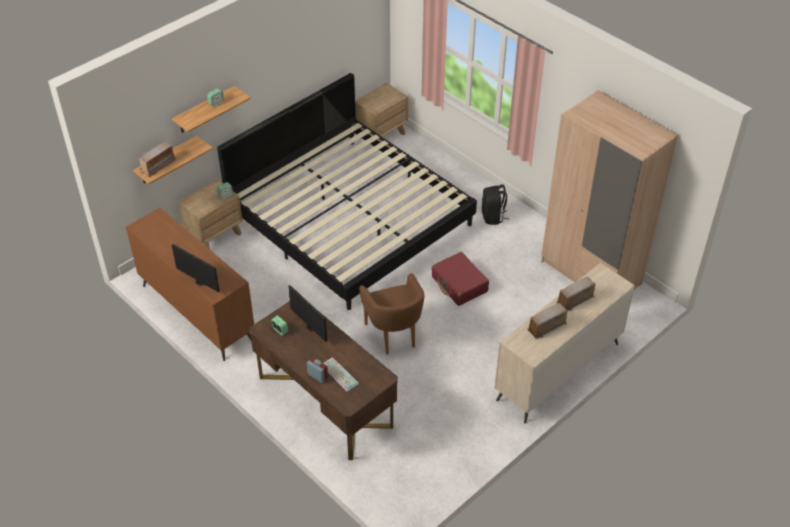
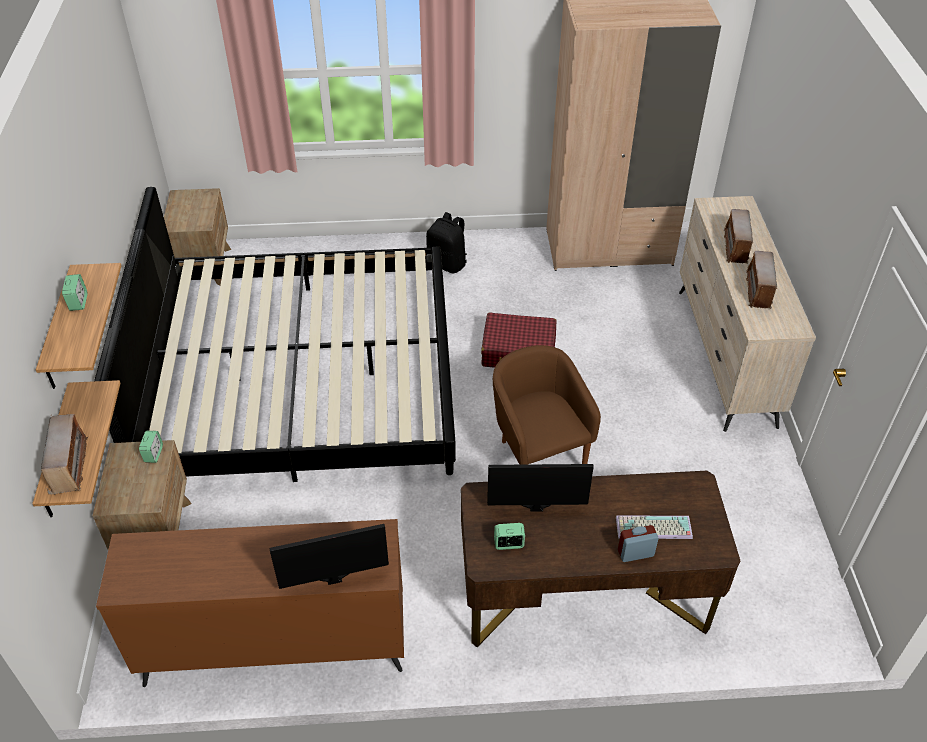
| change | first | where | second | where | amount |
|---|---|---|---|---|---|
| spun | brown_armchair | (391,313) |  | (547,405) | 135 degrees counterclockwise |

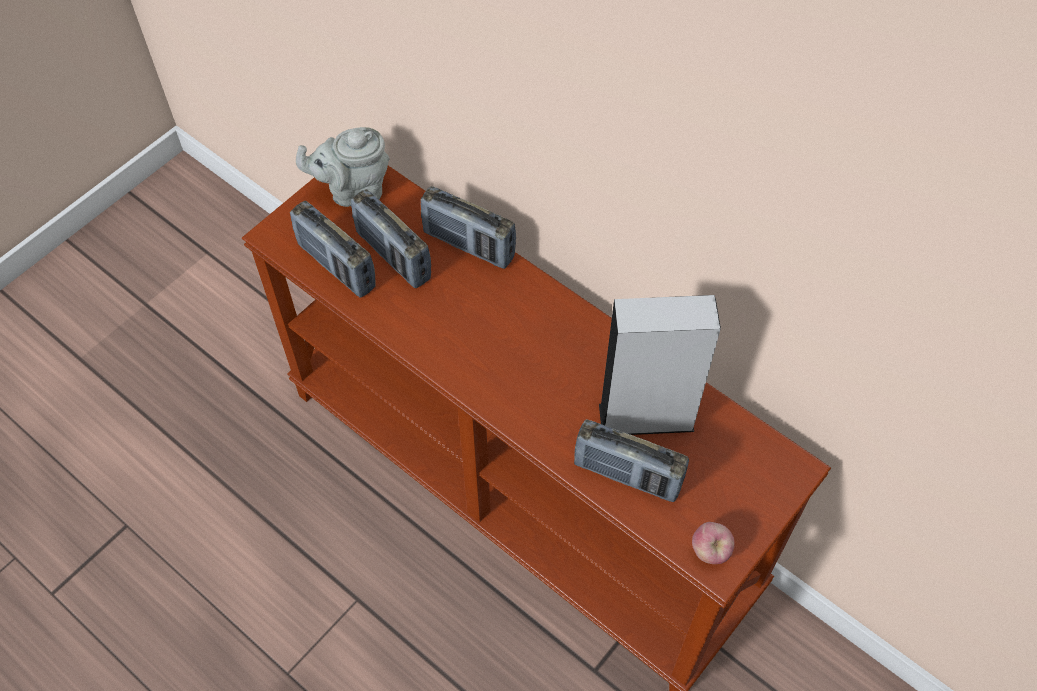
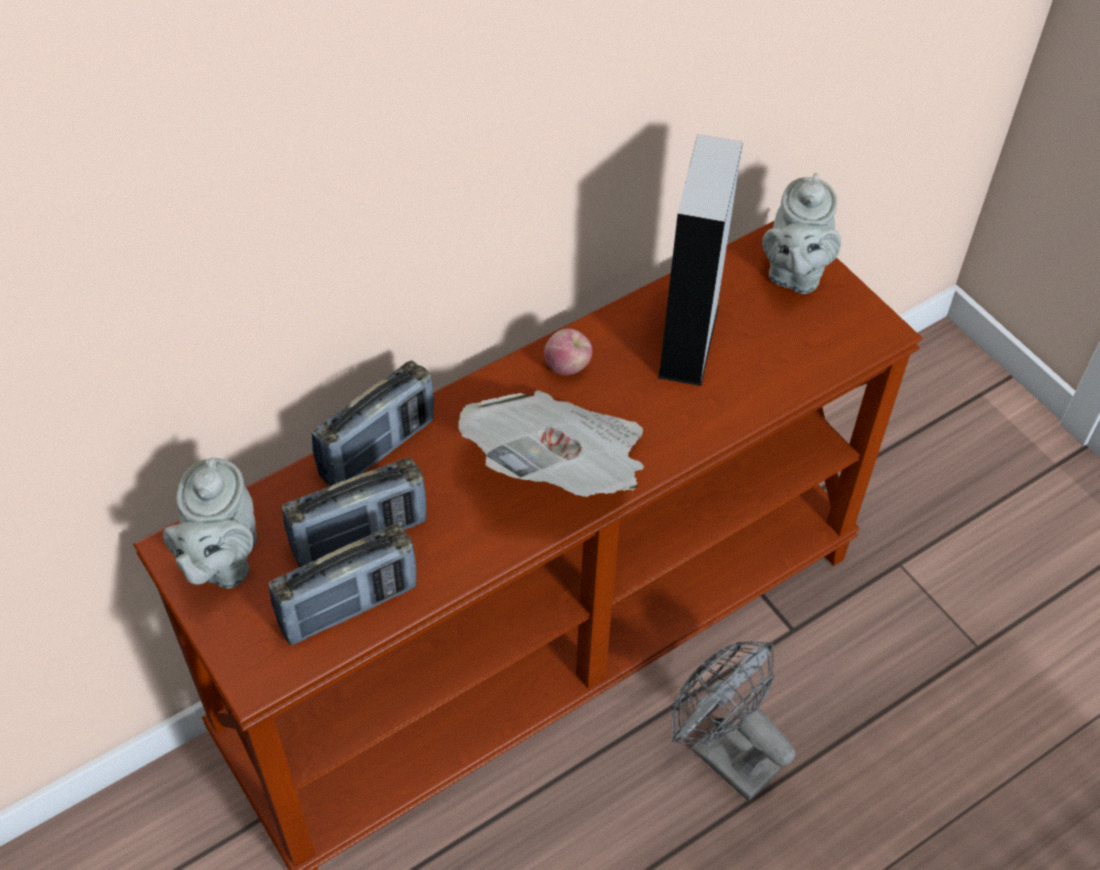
| change | first | where | second | where | amount |
|---|---|---|---|---|---|
| appeared |  |  | newspaper | (551,443) |  |
| relocated | apple | (713,543) |  | (568,351) |  |
| appeared |  |  | grey_fan | (733,721) |  |
| appeared |  |  | grey_teapot | (801,233) |  |
| missing | radio | (631,460) |  |  |  |

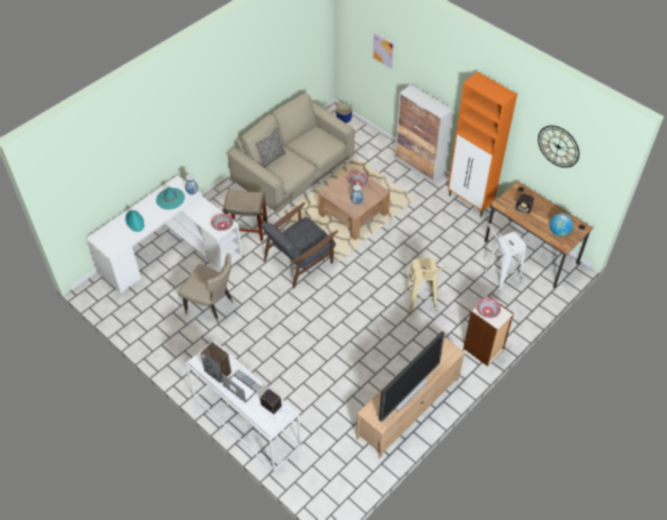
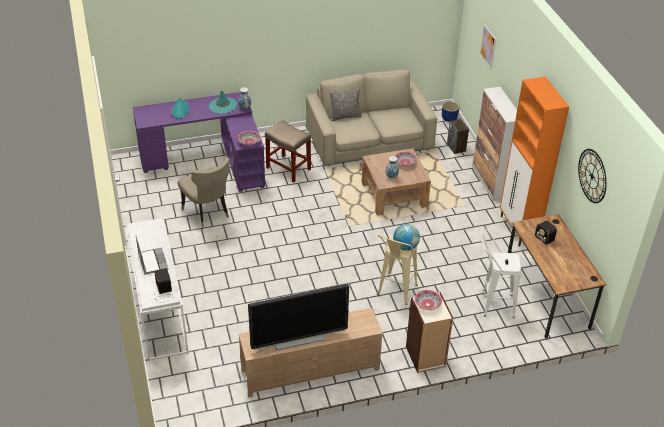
| change | first | where | second | where | amount |
|---|---|---|---|---|---|
| colour | white_desk | (164,234) | purple_desk | (199,142) |  |
| relocated | globe | (562,225) |  | (406,237) |  |
| relocated | speaker | (216,362) |  | (458,136) |  |
| missing | grey_armchair | (299,245) |  |  |  |

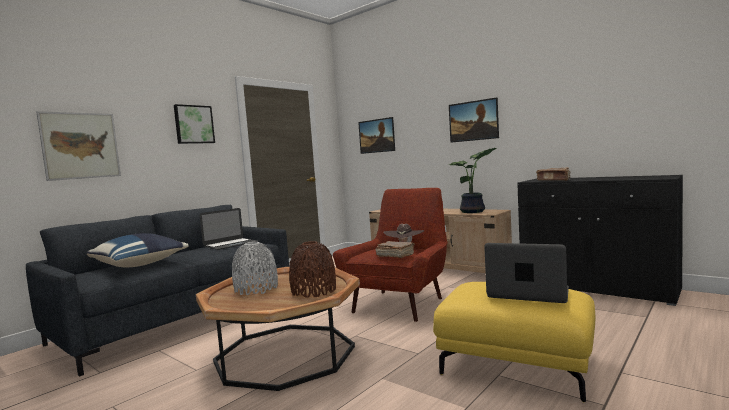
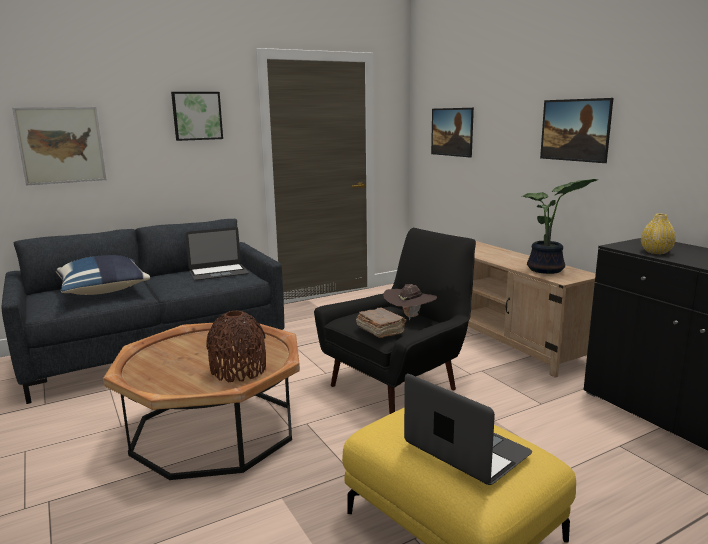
| change | first | where | second | where | amount |
|---|---|---|---|---|---|
| colour | red_armchair | (390,255) | black_armchair | (395,321) |  |
| exchanged | brown_book | (553,174) | yellow_vase | (658,234) |  |
| missing | grey_vase | (255,269) |  |  |  |

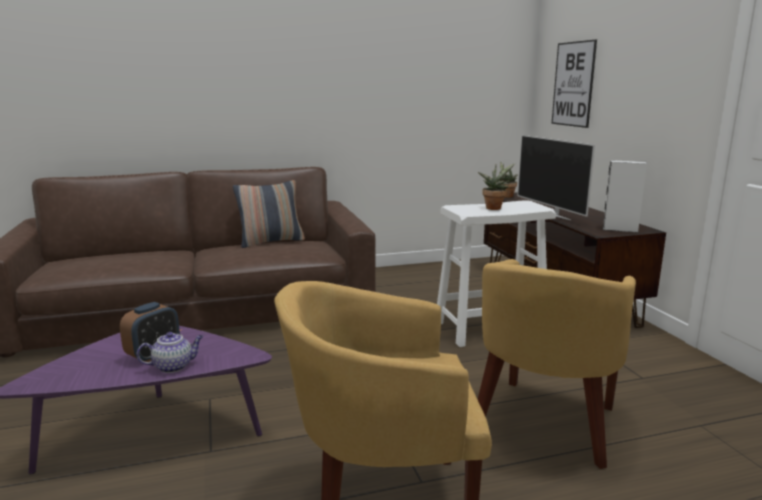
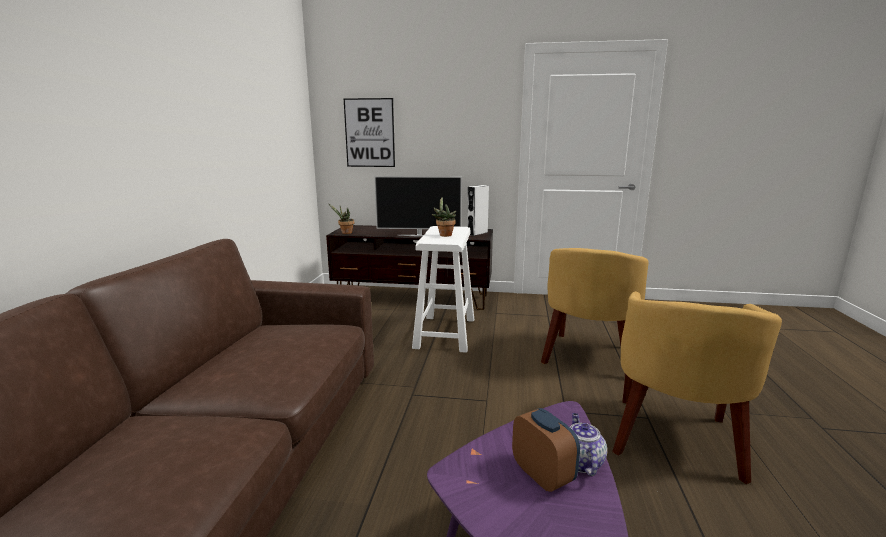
| change | first | where | second | where | amount |
|---|---|---|---|---|---|
| spun | yellow_armchair | (556,364) |  | (595,306) | 60 degrees clockwise |
| missing | pillow | (269,214) |  |  |  |

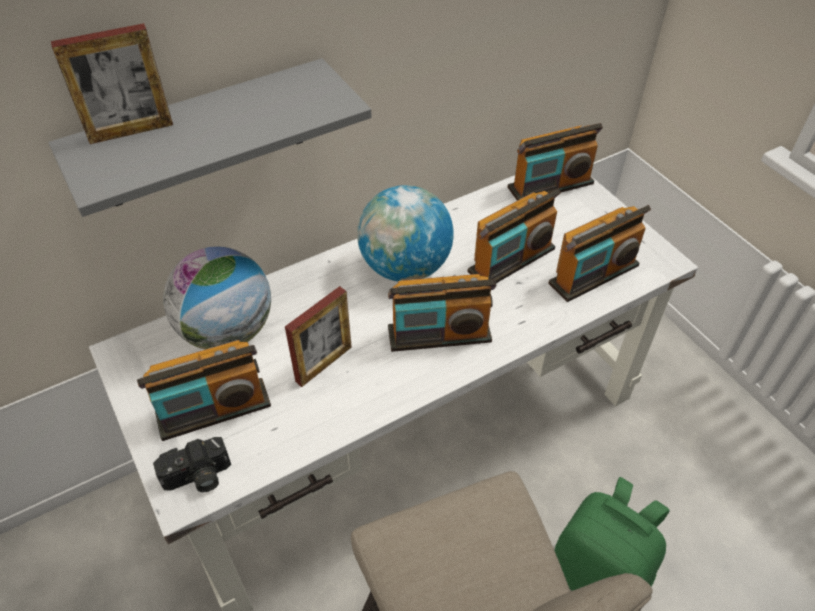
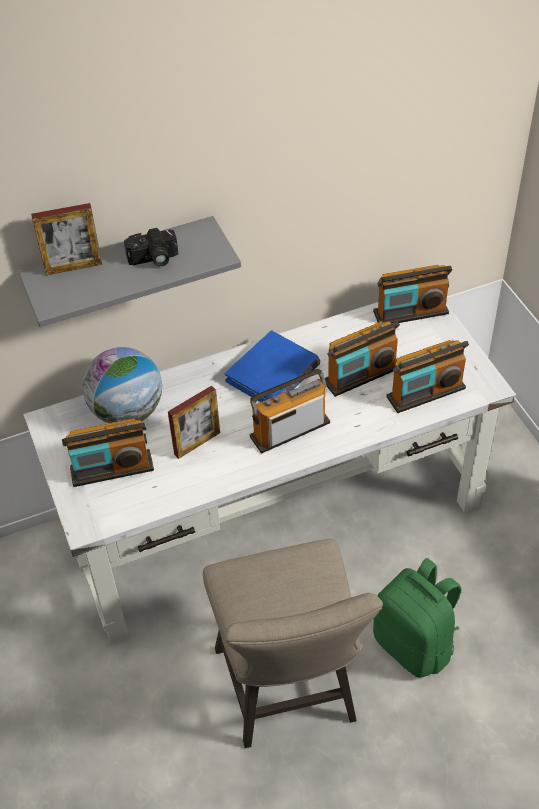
| change | first | where | second | where | amount |
|---|---|---|---|---|---|
| relocated | photo_camera | (192,464) |  | (151,247) |  |
| exchanged | globe | (405,233) | blue_book | (272,366) |  |
| spun | radio | (442,313) |  | (290,411) | 150 degrees clockwise |

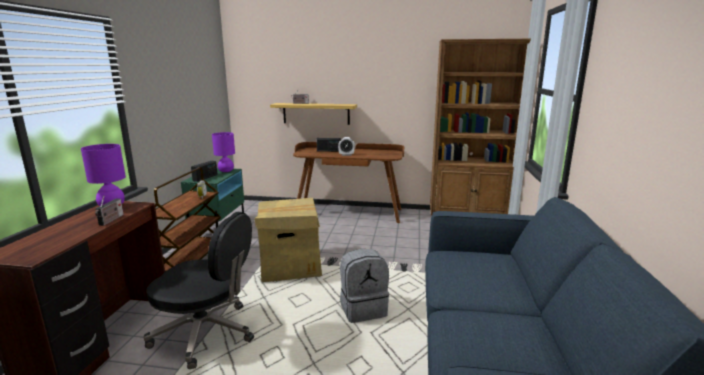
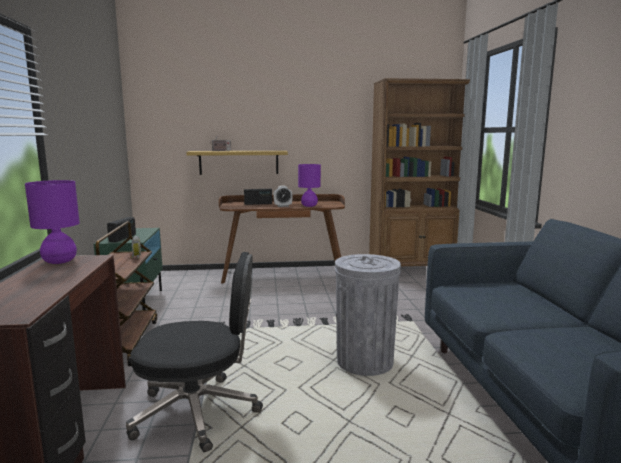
| change | first | where | second | where | amount |
|---|---|---|---|---|---|
| relocated | purple_table_lamp | (223,152) |  | (309,185) |  |
| exchanged | grey_backpack | (364,286) | grey_trash_can | (368,315) |  |
| missing | radio | (109,210) |  |  |  |
| missing | cardboard_box | (288,240) |  |  |  |

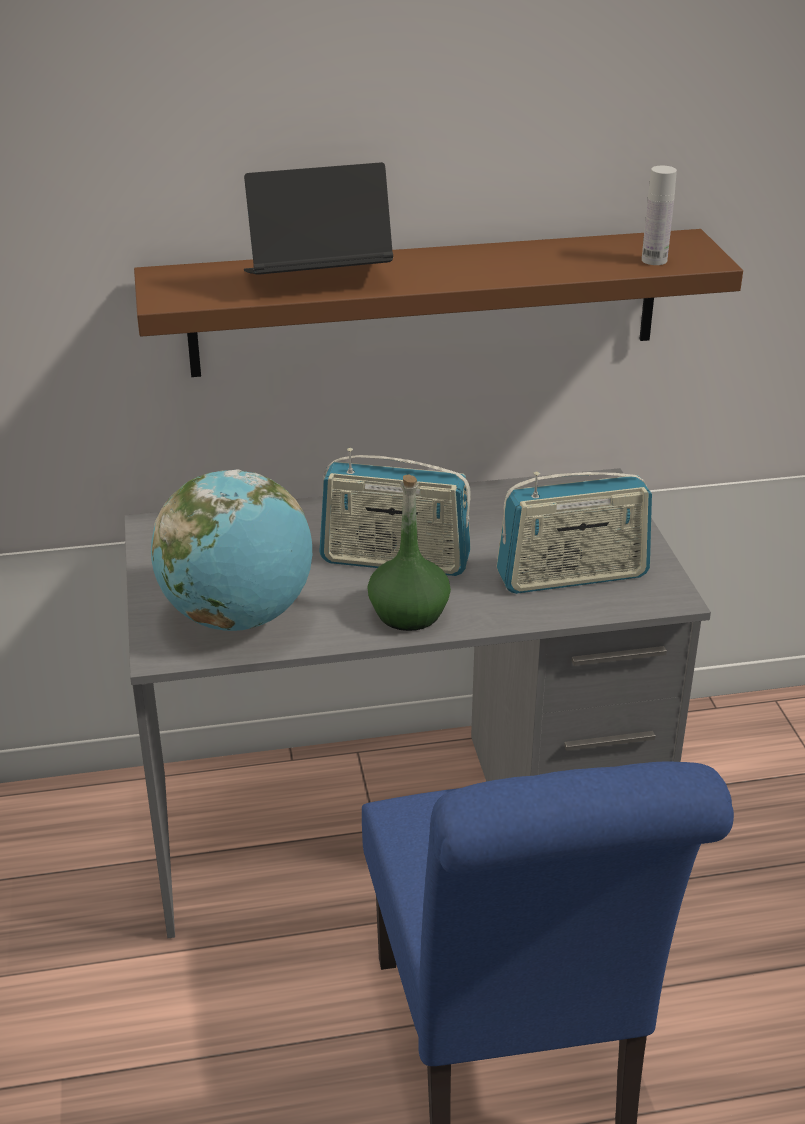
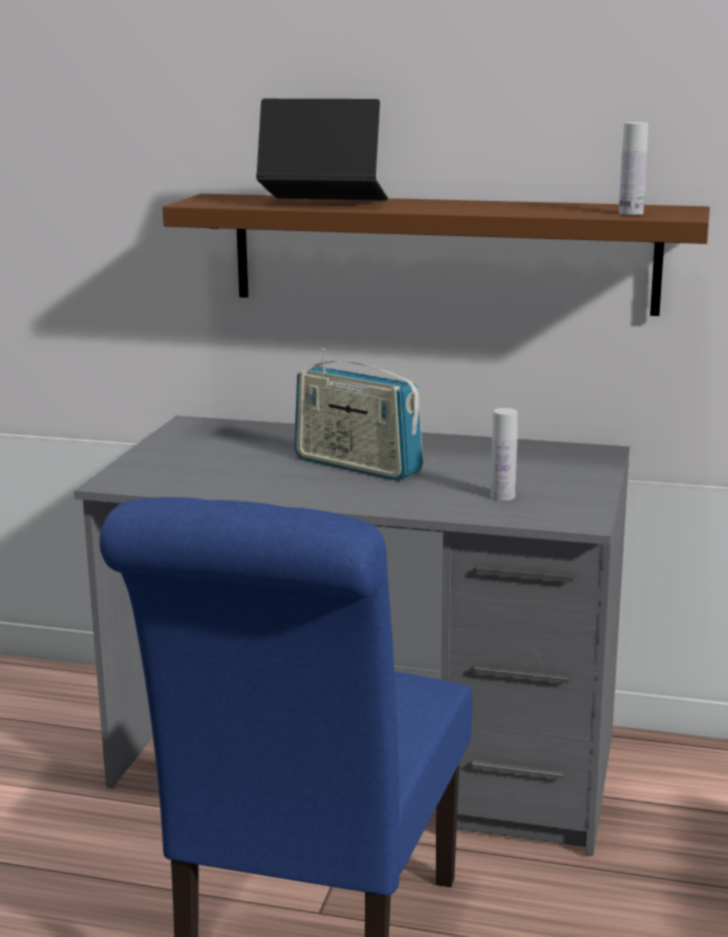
| change | first | where | second | where | amount |
|---|---|---|---|---|---|
| exchanged | radio | (574,533) | white_bottle | (504,454) |  |
| missing | globe | (231,550) |  |  |  |
| missing | green_bottle | (409,552) |  |  |  |

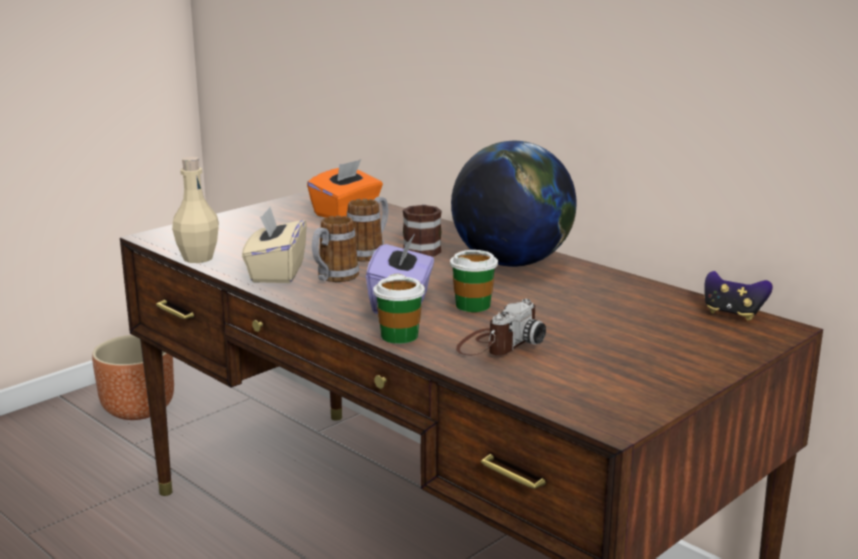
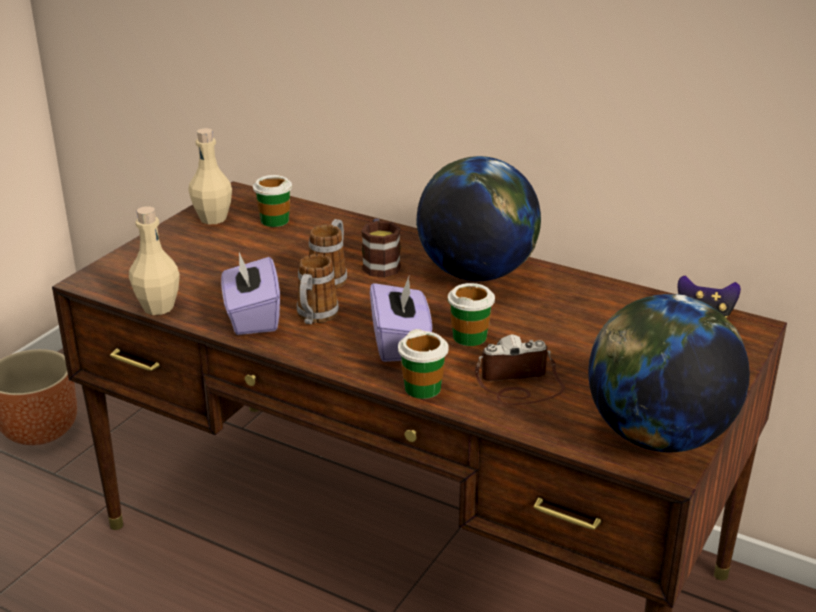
| change | first | where | second | where | amount |
|---|---|---|---|---|---|
| appeared |  |  | beige_bottle | (210,176) |  |
| colour | beige_tissue_box | (274,245) | purple_tissue_box | (250,293) |  |
| exchanged | orange_tissue_box | (345,188) | cup | (272,201) |  |
| spun | photo_camera | (501,327) |  | (520,369) | 120 degrees counterclockwise |
| appeared |  |  | globe | (669,373) |  |

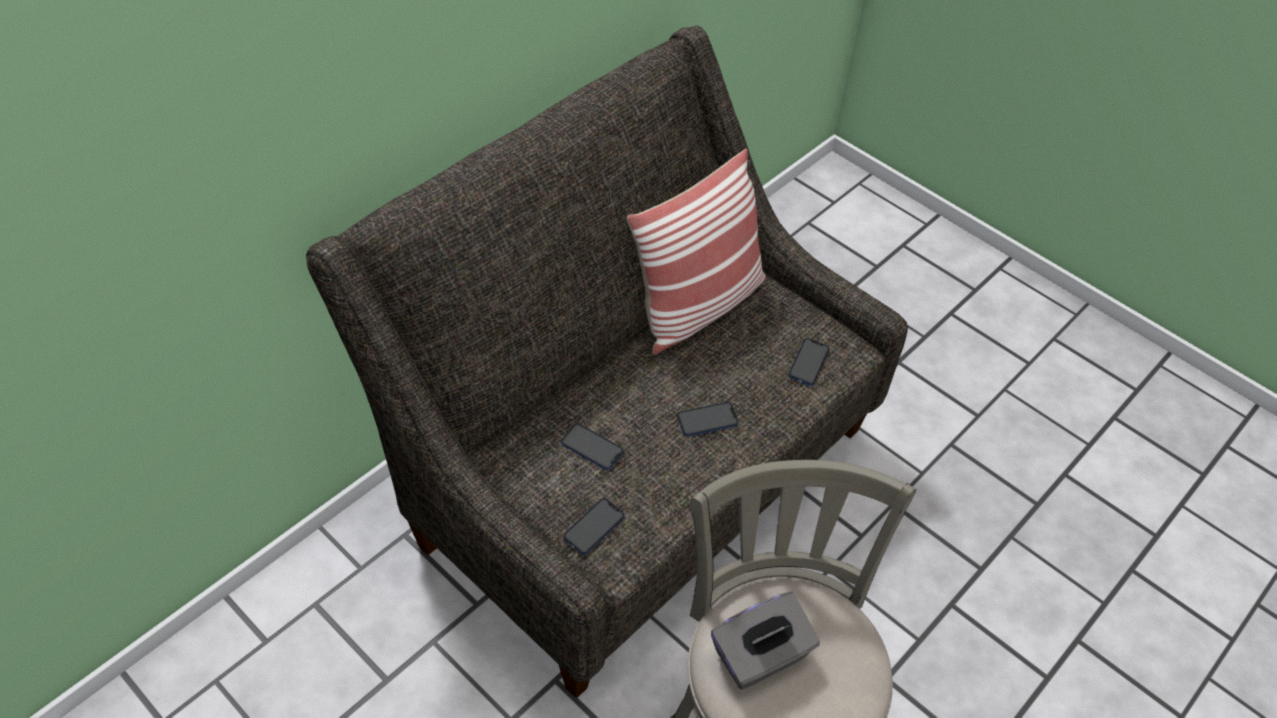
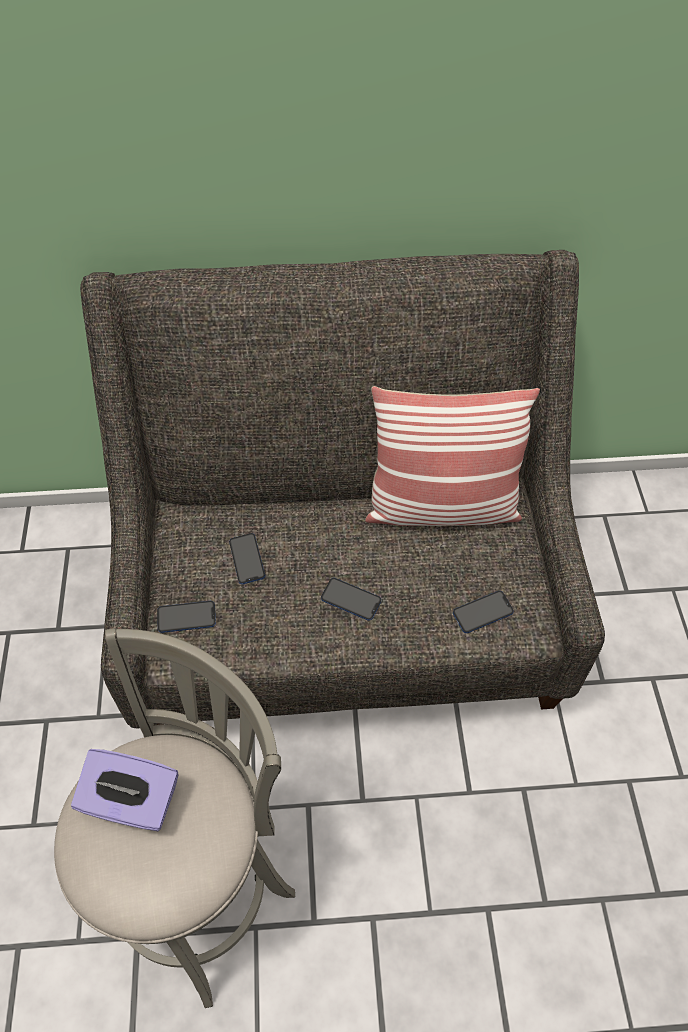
| change | first | where | second | where | amount |
|---|---|---|---|---|---|
| colour | grey_tissue_box | (765,640) | purple_tissue_box | (125,790) |  |

